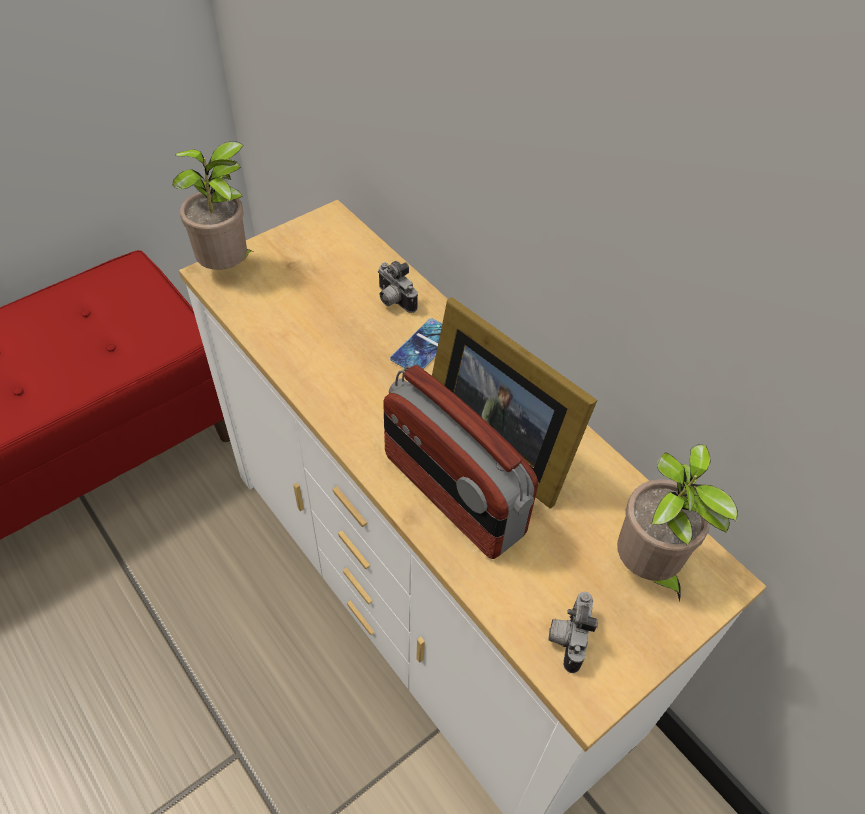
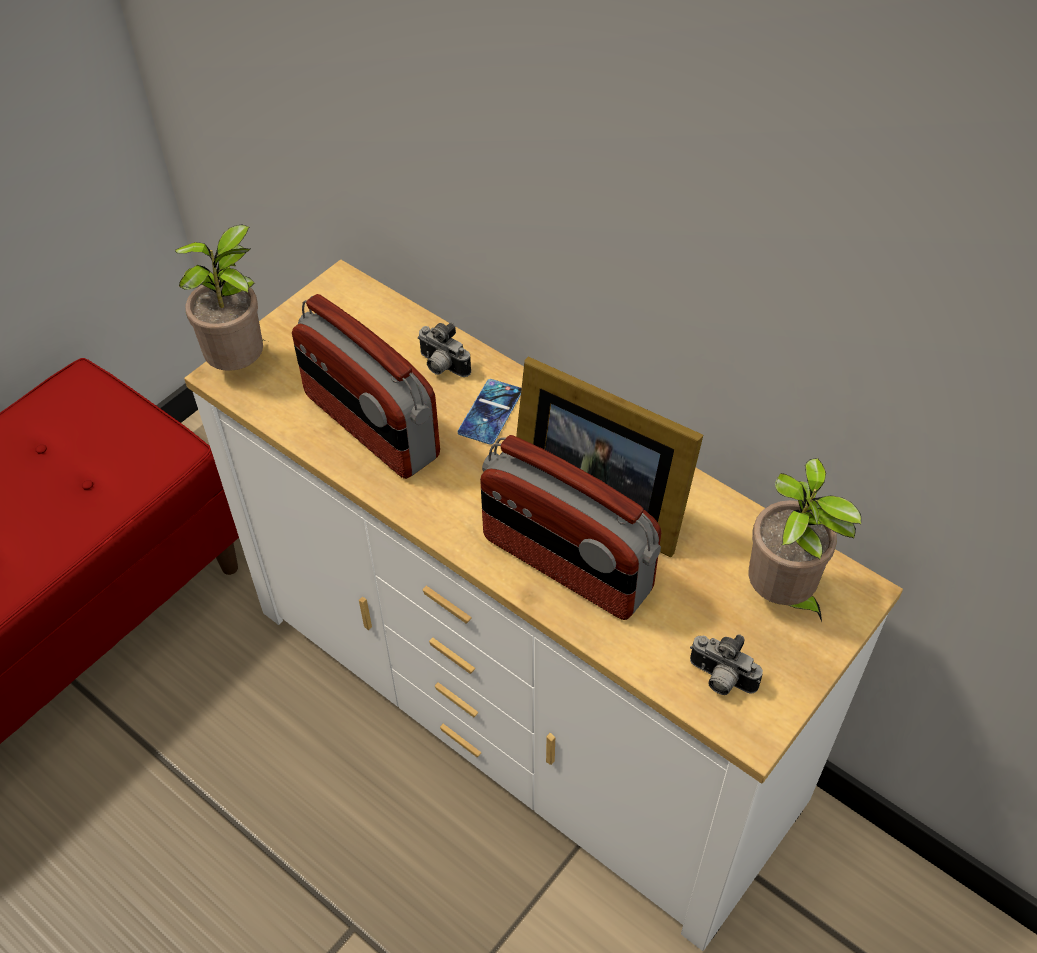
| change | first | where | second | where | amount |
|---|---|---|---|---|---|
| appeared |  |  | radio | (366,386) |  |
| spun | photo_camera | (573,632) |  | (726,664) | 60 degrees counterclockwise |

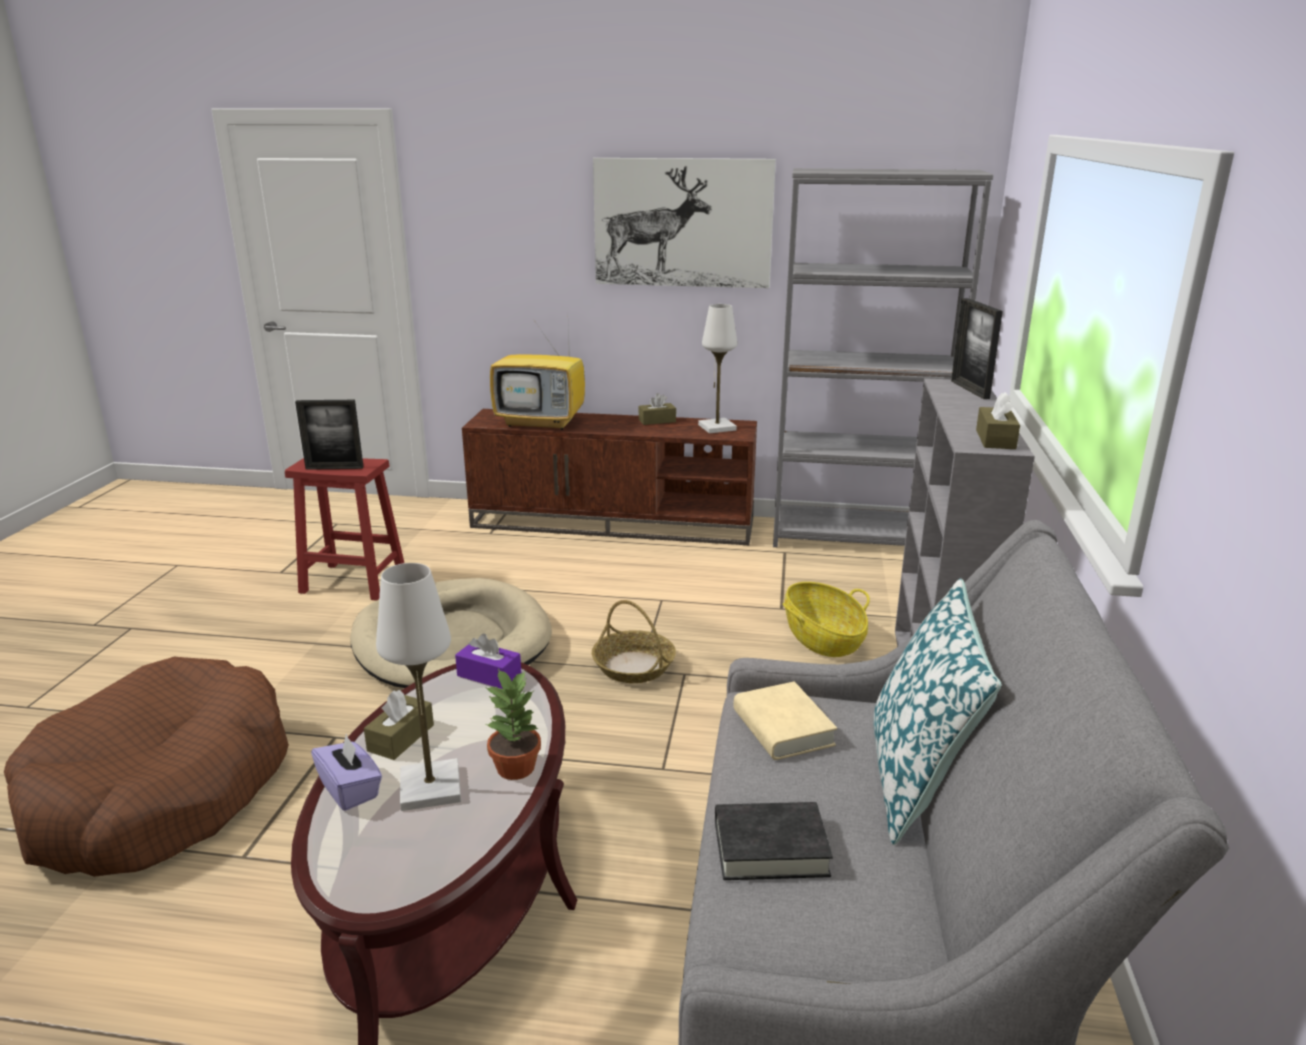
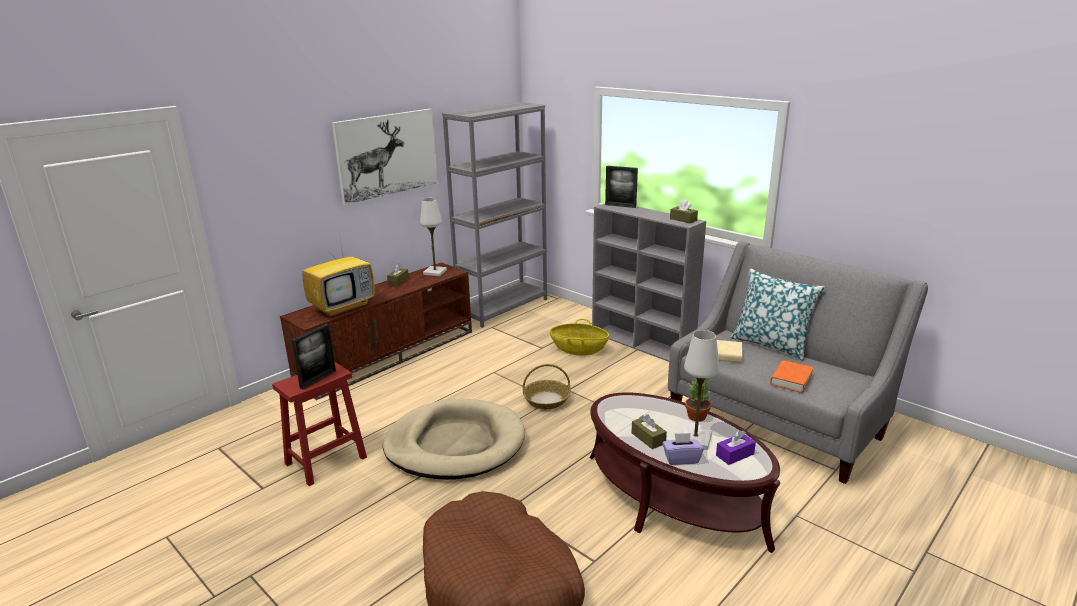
| change | first | where | second | where | amount |
|---|---|---|---|---|---|
| relocated | purple_tissue_box | (488,661) |  | (736,447) |  |
| colour | black_book | (774,841) | orange_book | (792,376) |  |

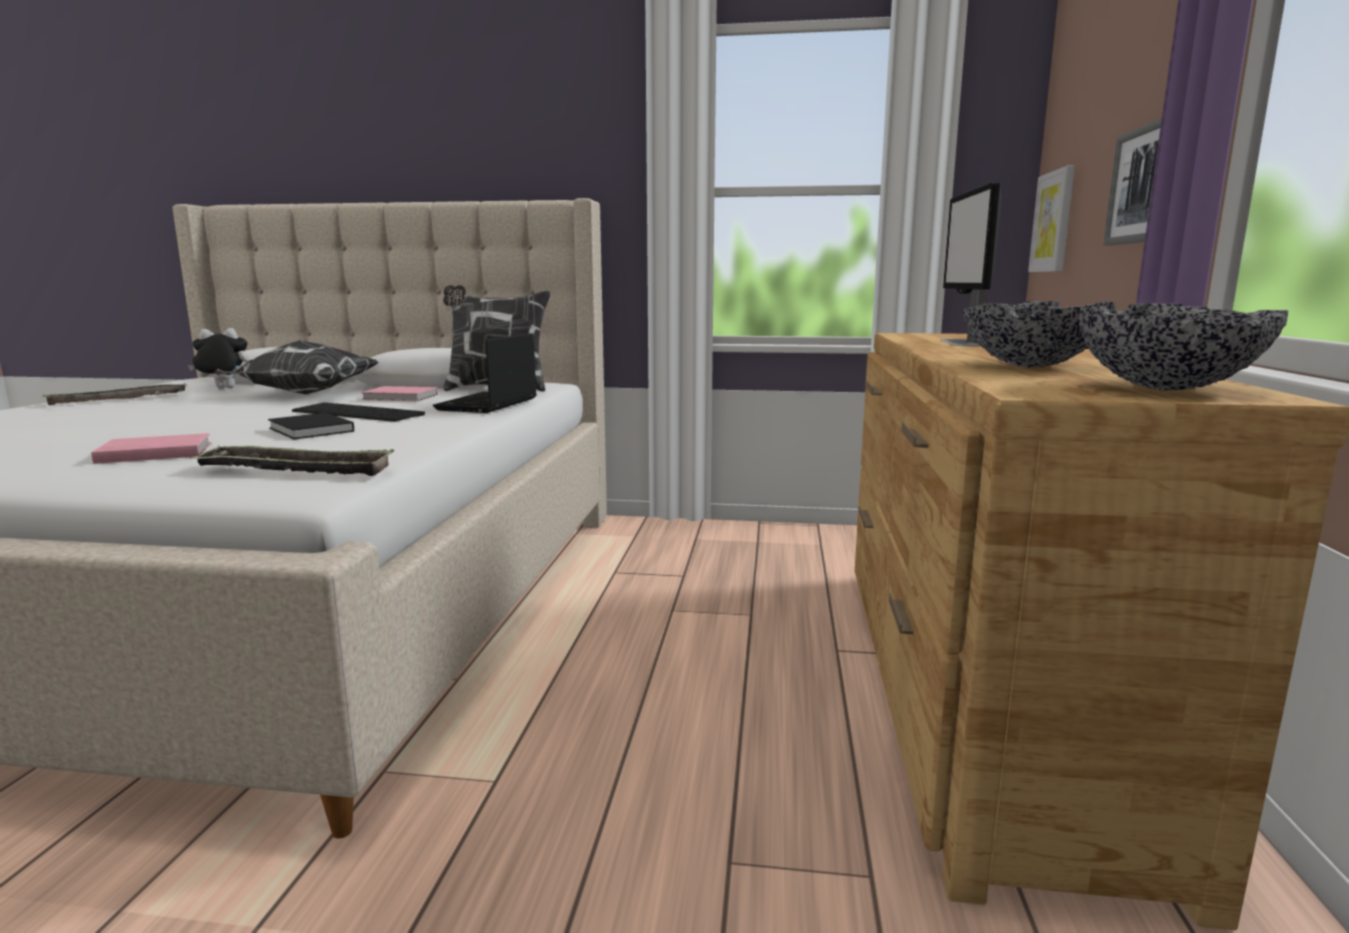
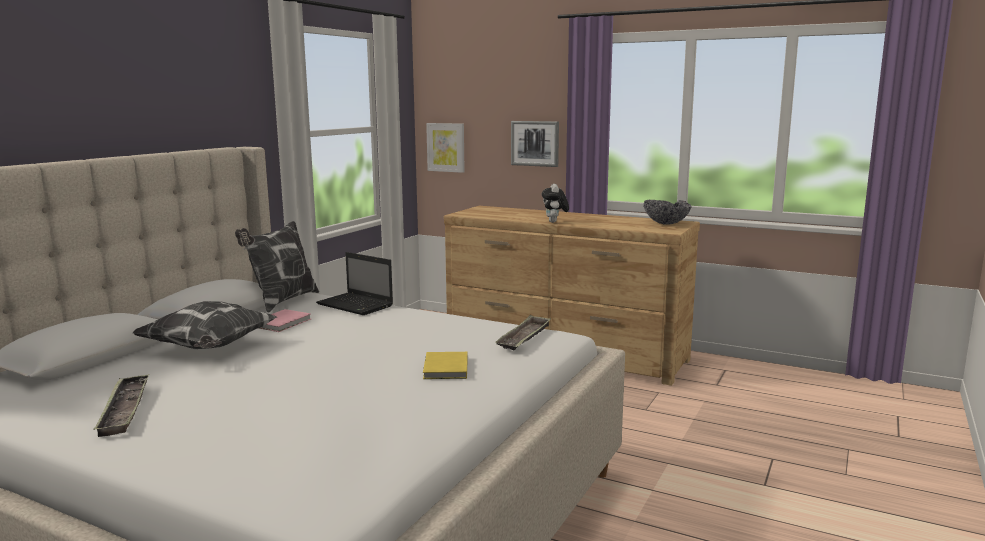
| change | first | where | second | where | amount |
|---|---|---|---|---|---|
| colour | pink_book | (151,448) | yellow_book | (445,365) |  |
| relocated | plush_toy | (218,358) |  | (555,203) |  |
| missing | black_book | (311,426) |  |  |  |
| missing | keyboard | (358,412) |  |  |  |
| missing | monitor | (971,264) |  |  |  |
| missing | bowl | (1039,334) |  |  |  |

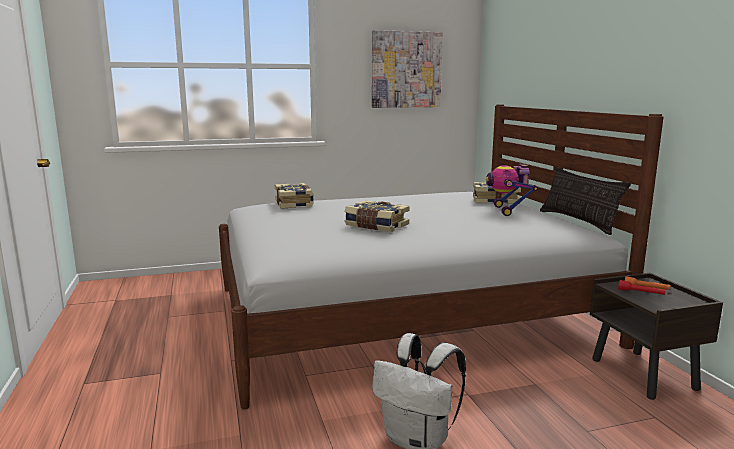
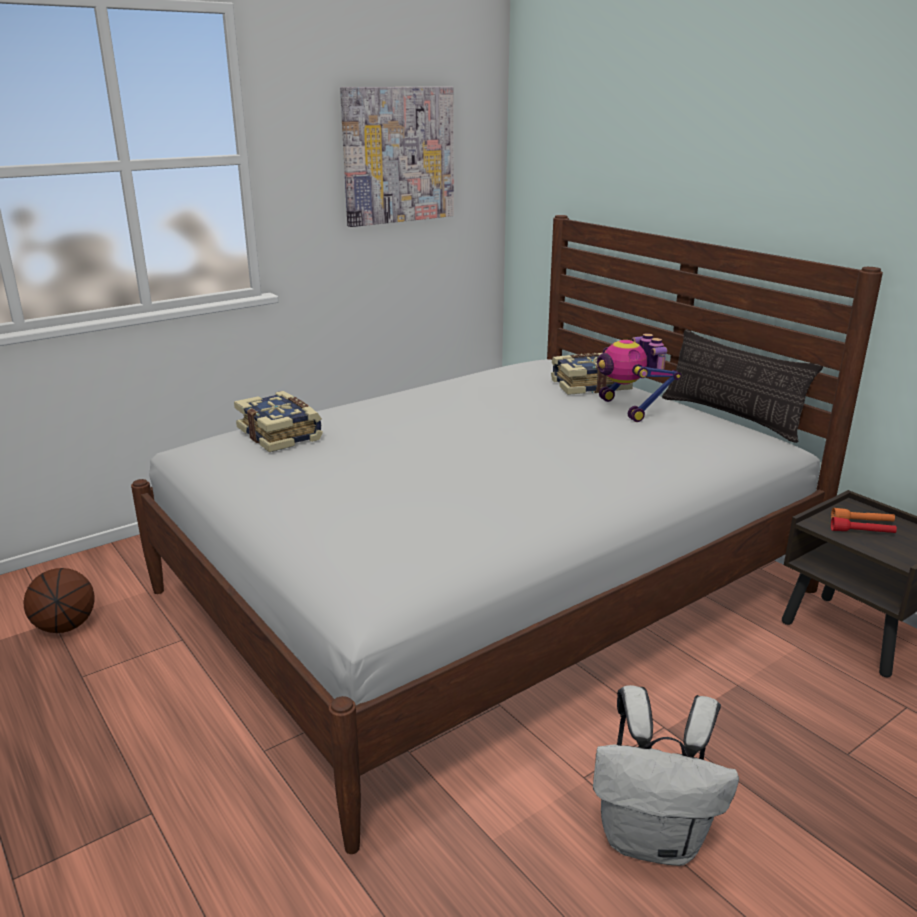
| change | first | where | second | where | amount |
|---|---|---|---|---|---|
| appeared |  |  | basketball | (59,600) |  |
| missing | book | (377,216) |  |  |  |

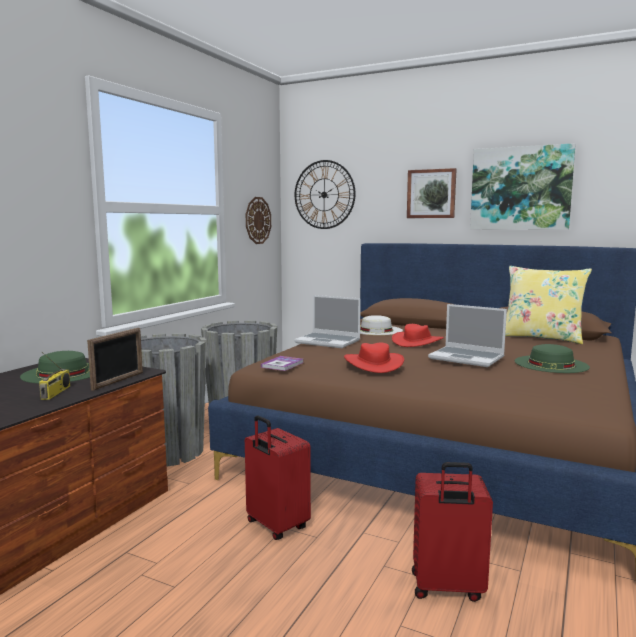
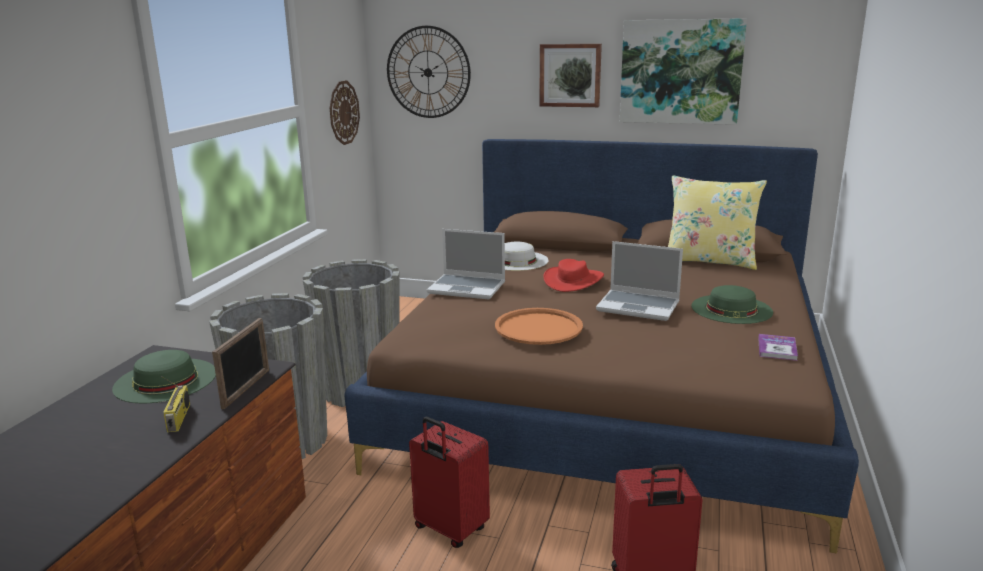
| change | first | where | second | where | amount |
|---|---|---|---|---|---|
| exchanged | red_hat | (374,357) | orange_tray | (539,326) |  |
| relocated | book | (282,363) |  | (778,347) |  |

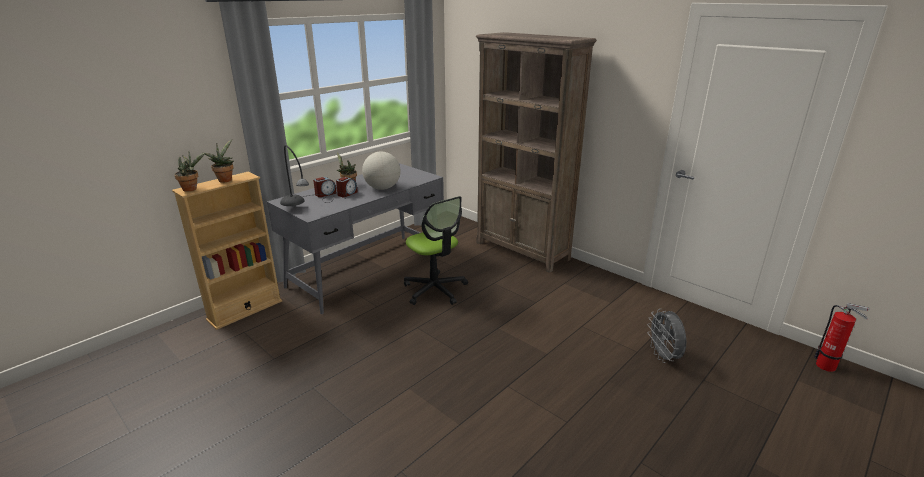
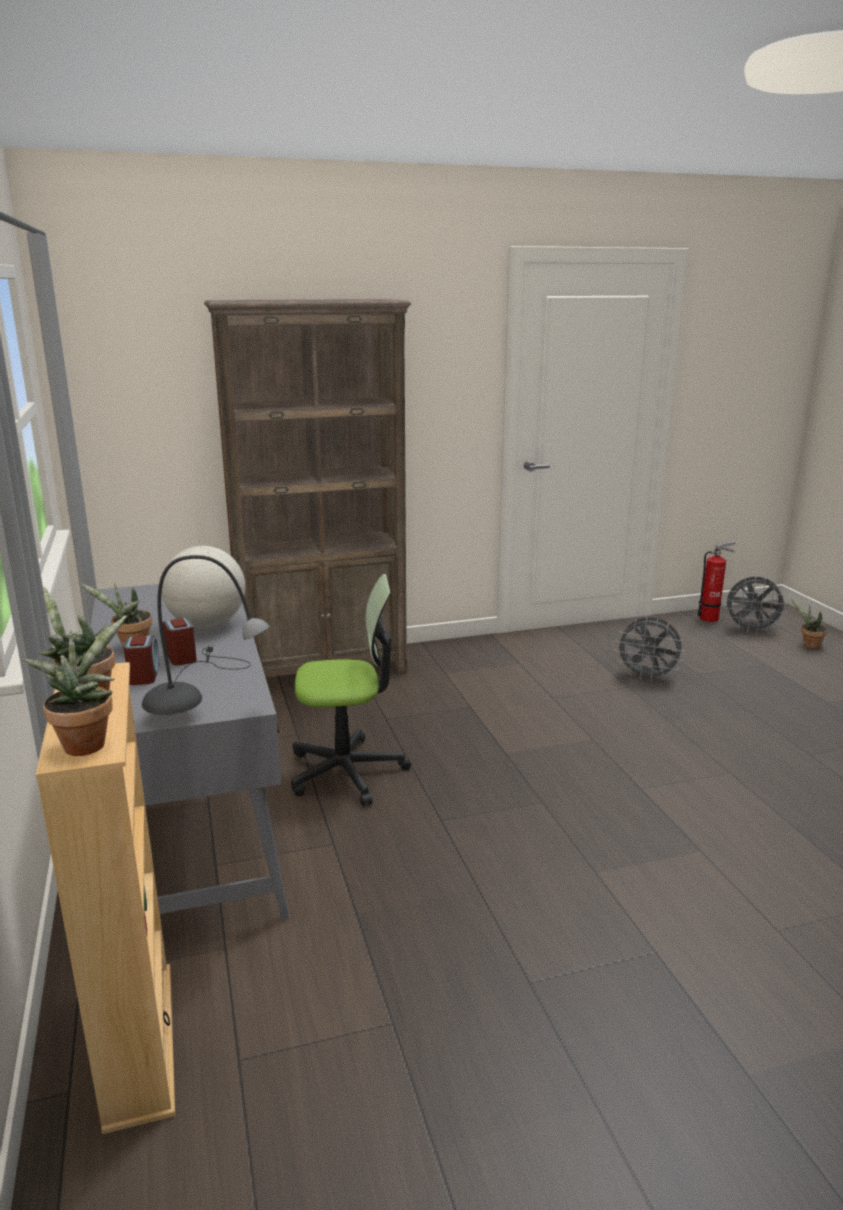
| change | first | where | second | where | amount |
|---|---|---|---|---|---|
| appeared |  |  | grey_fan | (756,605) |  |
| appeared |  |  | potted_plant | (809,624) |  |

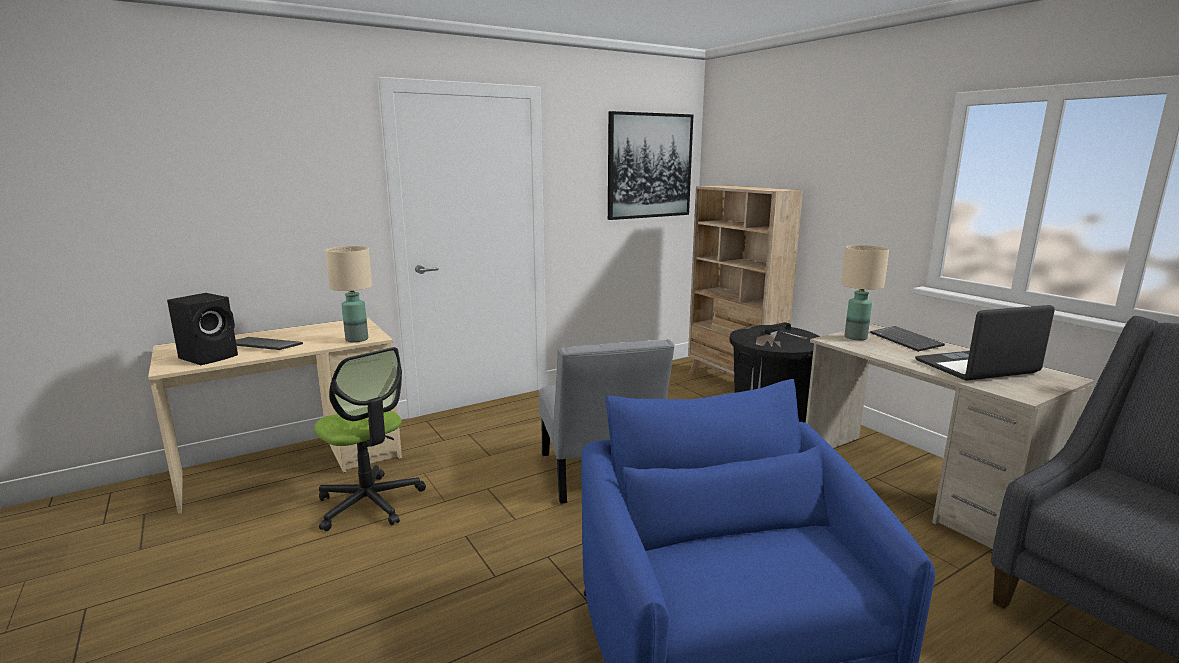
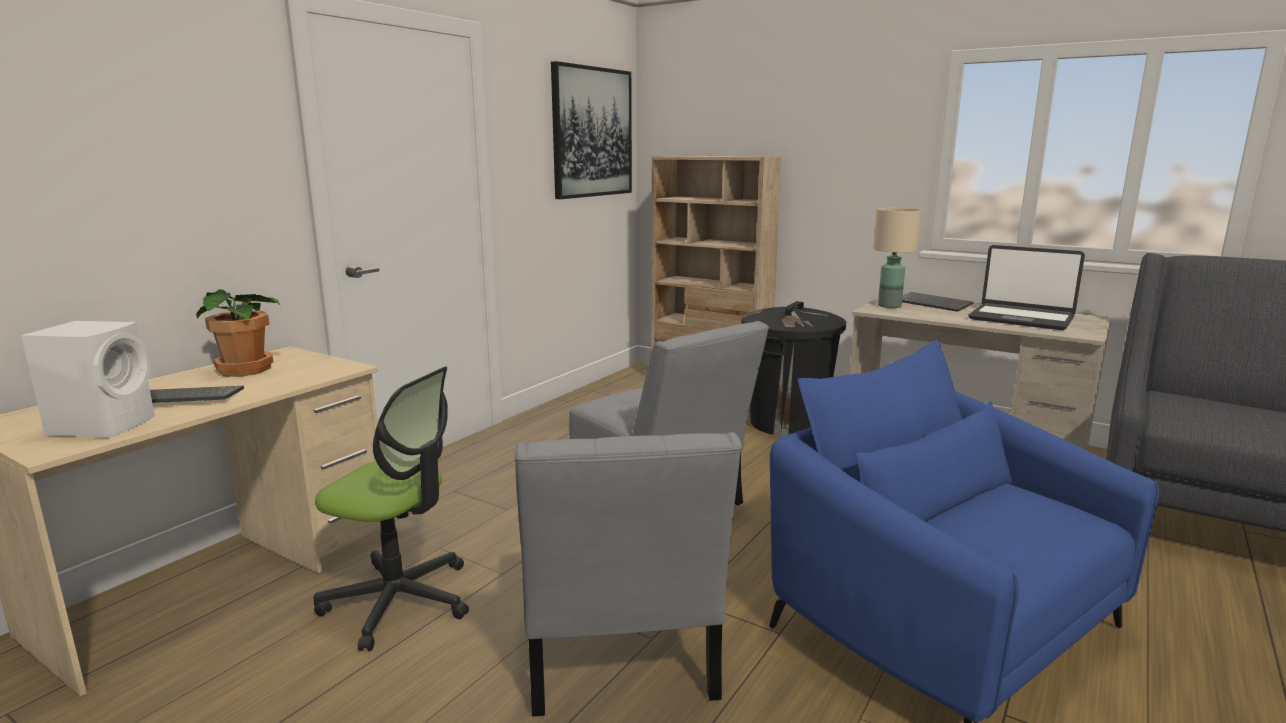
| change | first | where | second | where | amount |
|---|---|---|---|---|---|
| colour | black_speaker | (202,329) | white_speaker | (88,379) |  |
| appeared |  |  | potted_plant | (238,333) |  |
| appeared |  |  | grey_chair | (628,574) |  |
| spun | laptop | (985,343) |  | (1026,287) | 105 degrees counterclockwise |
| missing | beige_table_lamp | (348,294) |  |  |  |

